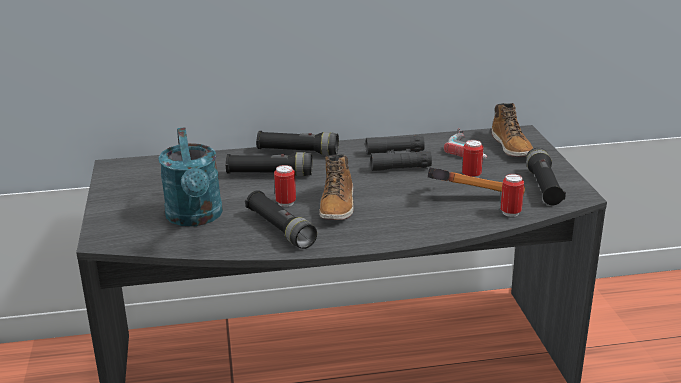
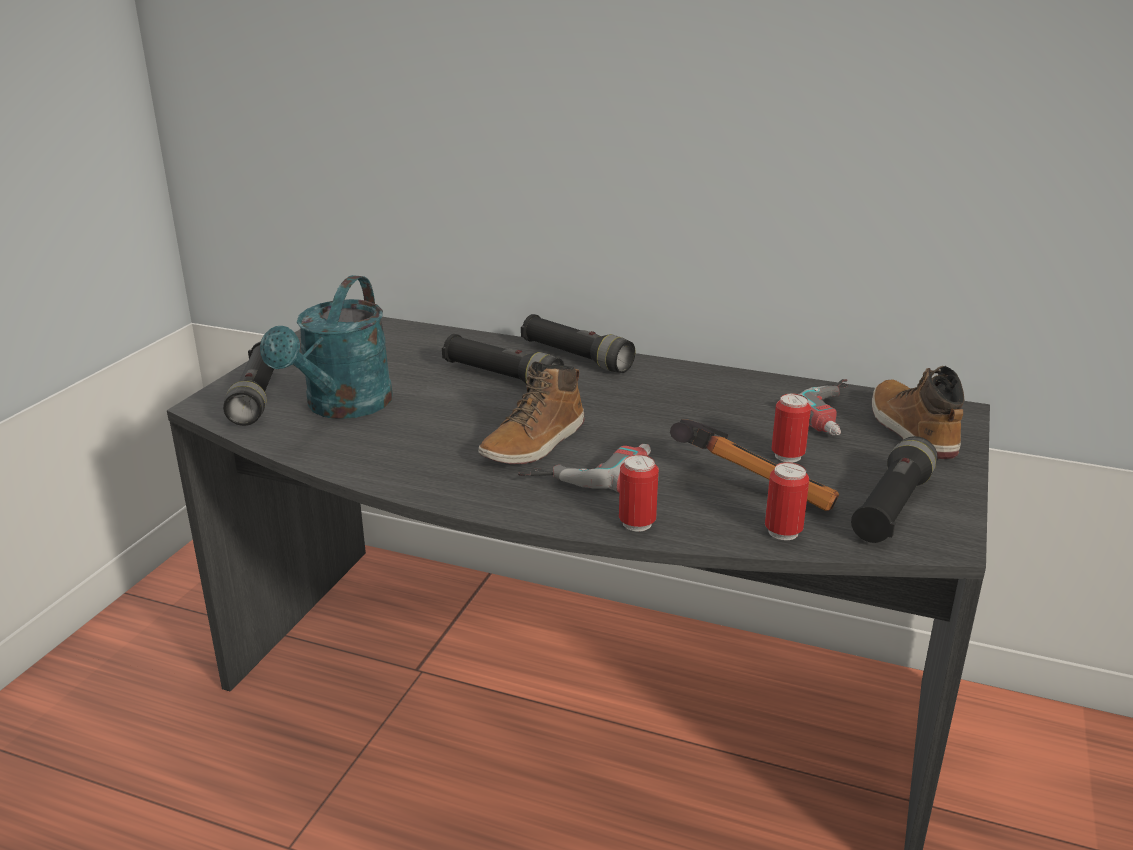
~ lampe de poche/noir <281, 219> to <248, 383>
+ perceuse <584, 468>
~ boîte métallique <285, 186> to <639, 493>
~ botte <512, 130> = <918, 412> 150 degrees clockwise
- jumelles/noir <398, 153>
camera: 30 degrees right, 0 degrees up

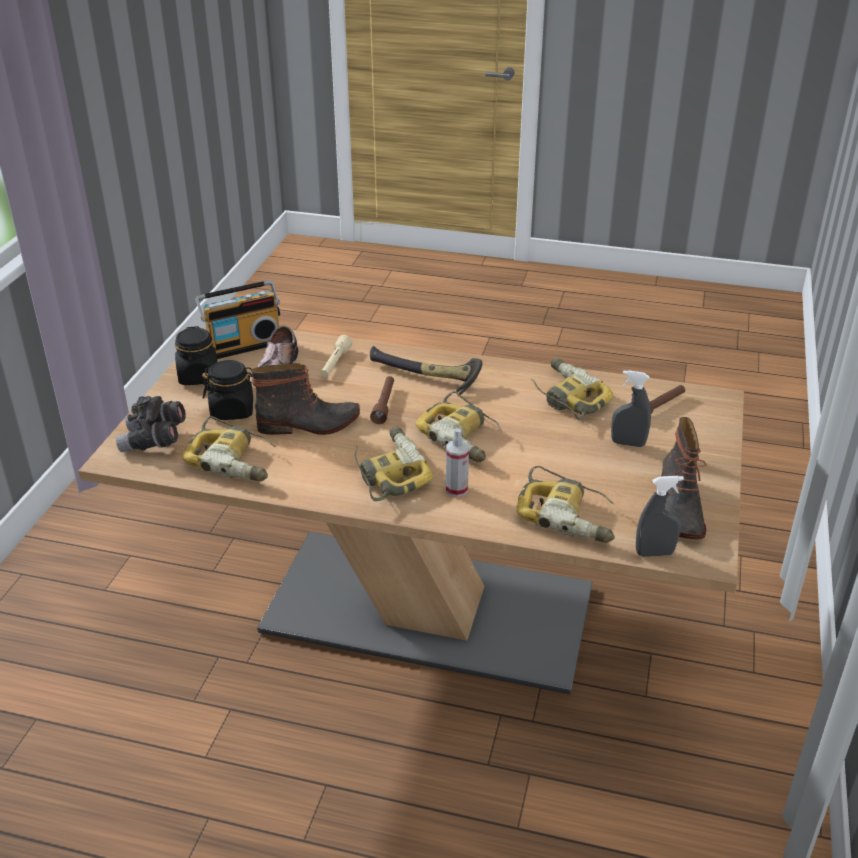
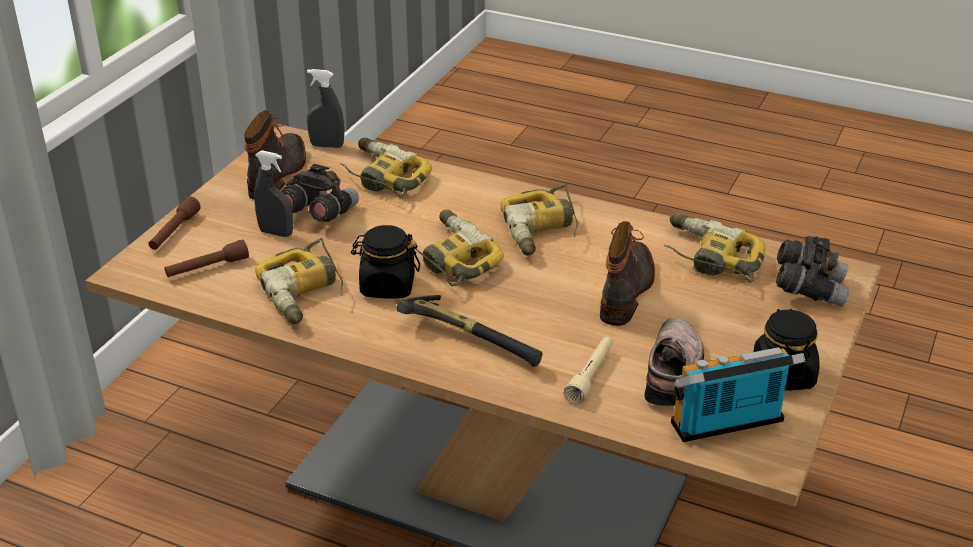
~ lampe de poche/marron <382, 400> to <174, 223>
+ jumelles/gris <320, 193>
~ bocal/noir <227, 390> to <385, 262>
~ botte <305, 399> = <627, 273> 105 degrees clockwise
- vaporisateur <457, 462>
camera: 170 degrees left, 0 degrees up

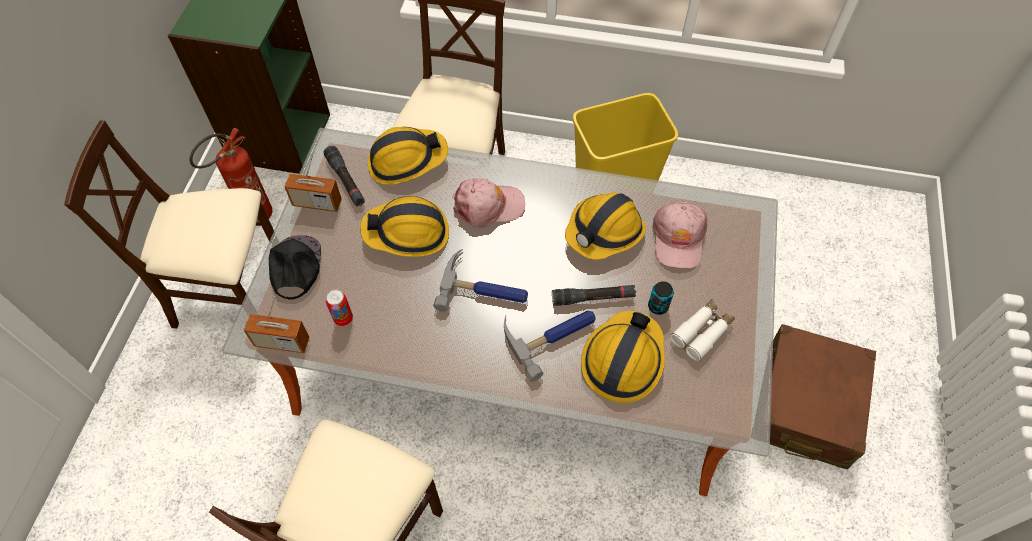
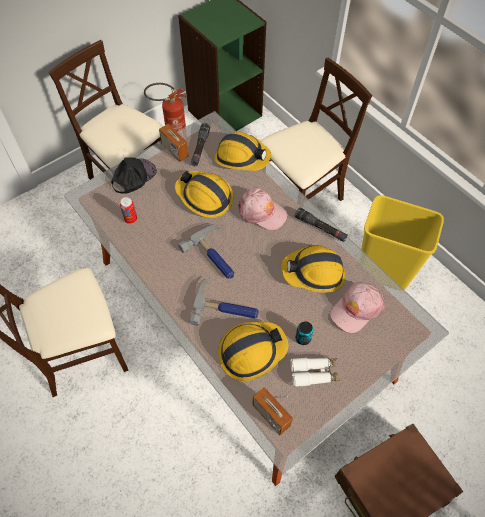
~ radio <276, 324> to <272, 411>
~ lampe de poche/noir <594, 295> to <321, 224>
camera: 40 degrees right, 0 degrees up

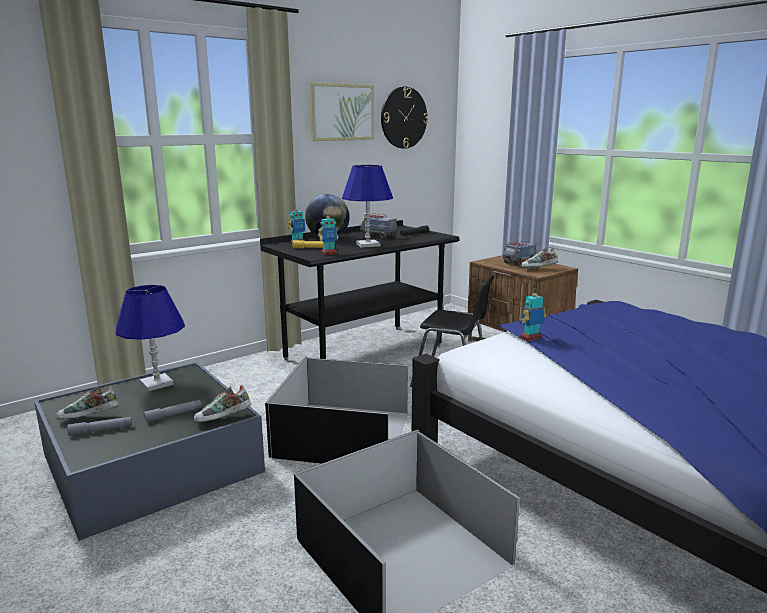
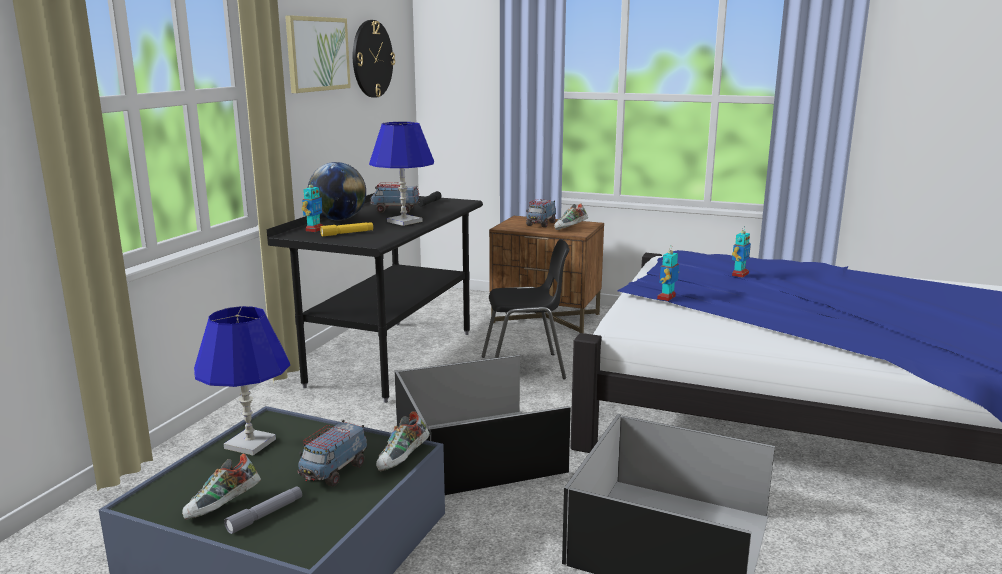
~ lampe de poche/gris <172, 411> to camion jouet <333, 453>
~ robot jouet <328, 233> to <741, 252>
camera: 30 degrees left, 0 degrees up

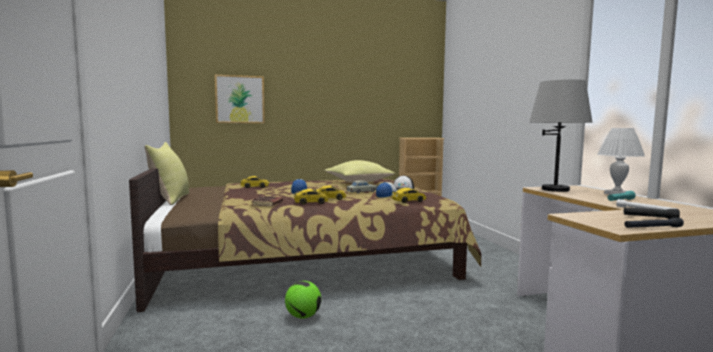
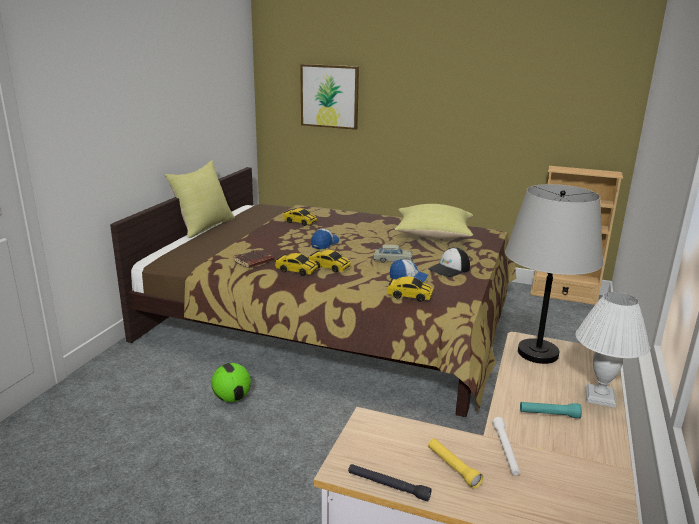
~ lampe de poche/noir <652, 213> to lampe de poche/jaune <455, 463>
camera: 35 degrees right, 15 degrees up

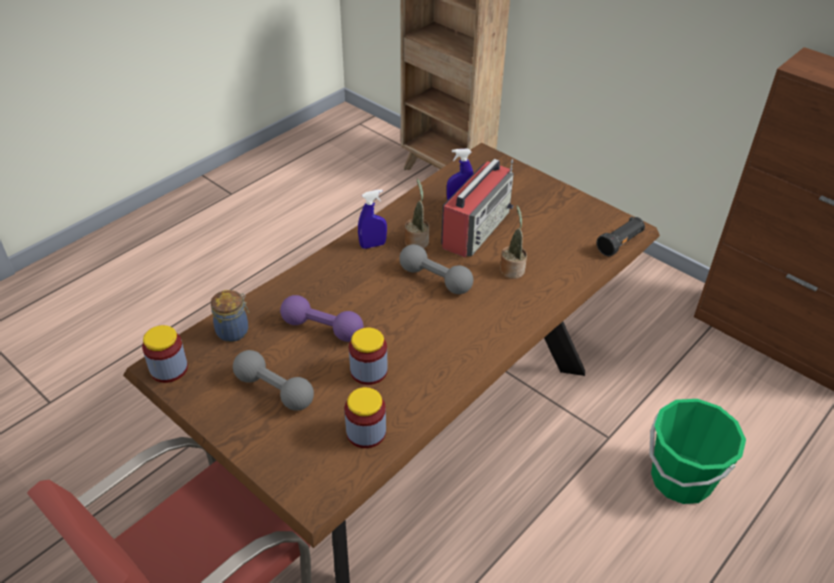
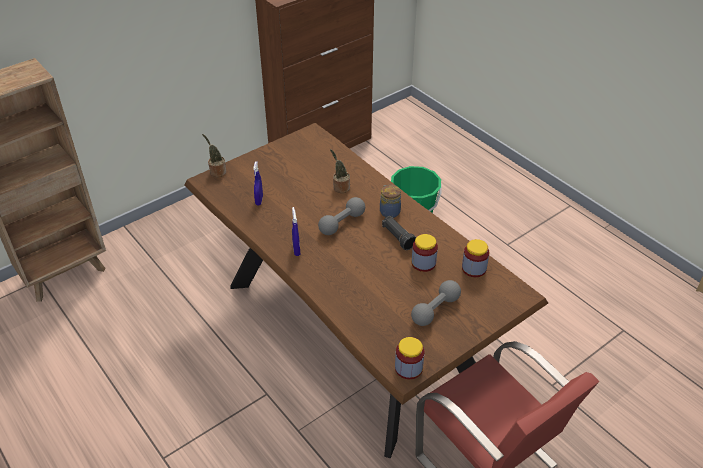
~ plante en pot <417, 213> to <214, 155>
~ bocal <230, 316> to <390, 201>
~ lampe de poche/noir <621, 236> to <399, 233>
- haltère/violet <322, 318>
- radio <477, 208>
camera: 80 degrees left, 0 degrees up

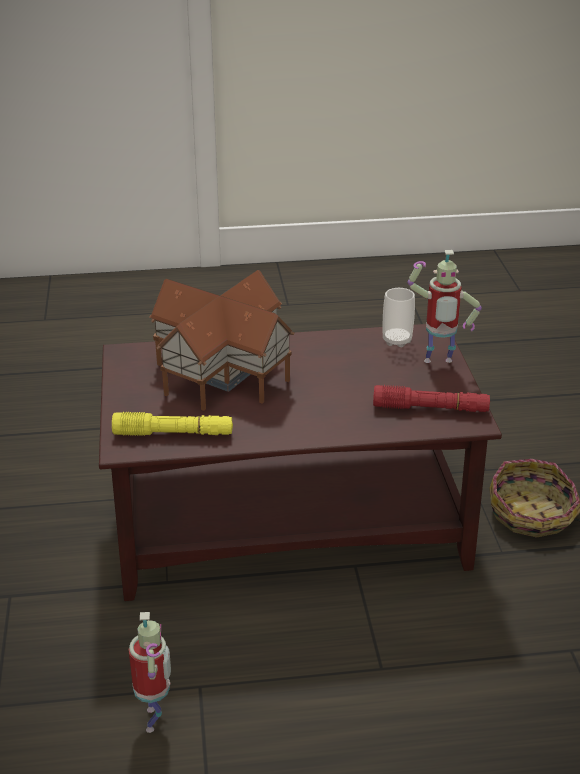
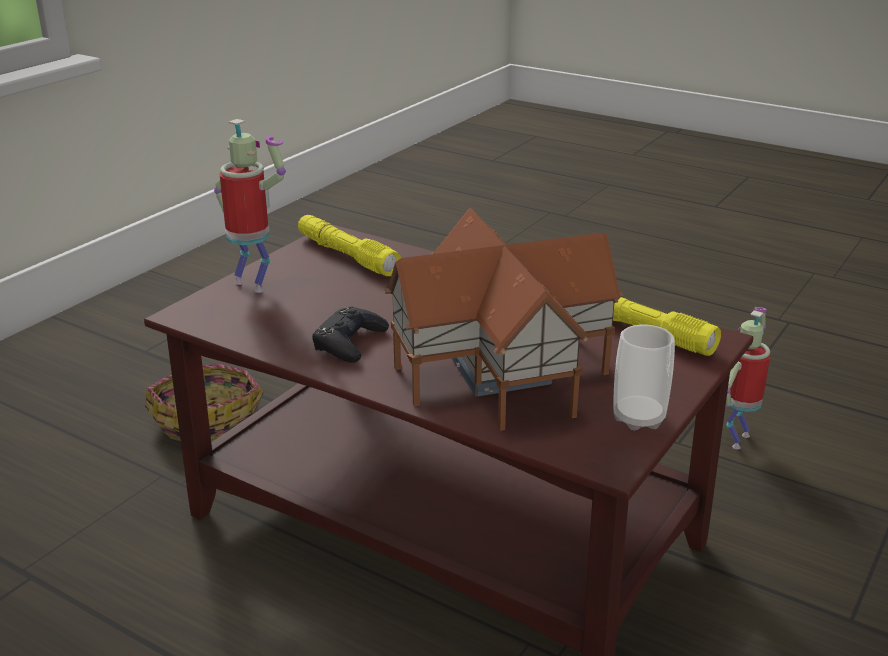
~ lampe de poche/rouge <431, 398> to lampe de poche/jaune <349, 245>
+ manette/noir <350, 334>
~ tasse <399, 317> to <644, 377>
camera: 140 degrees left, 5 degrees down

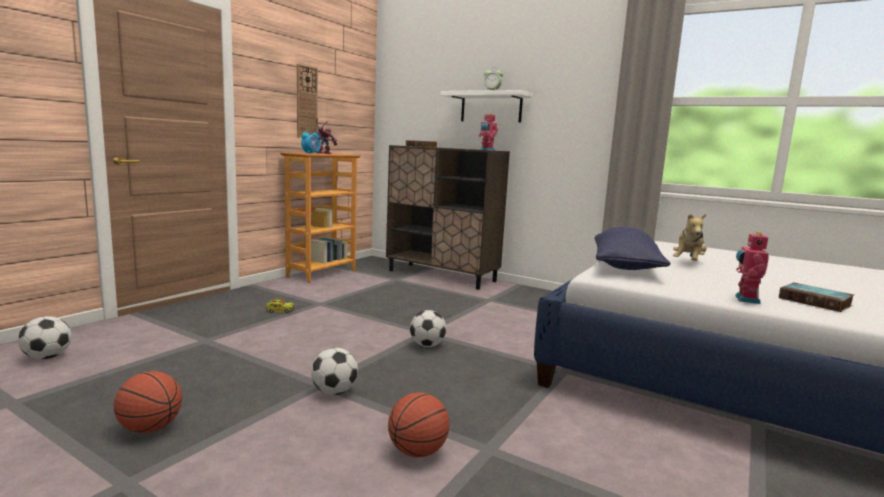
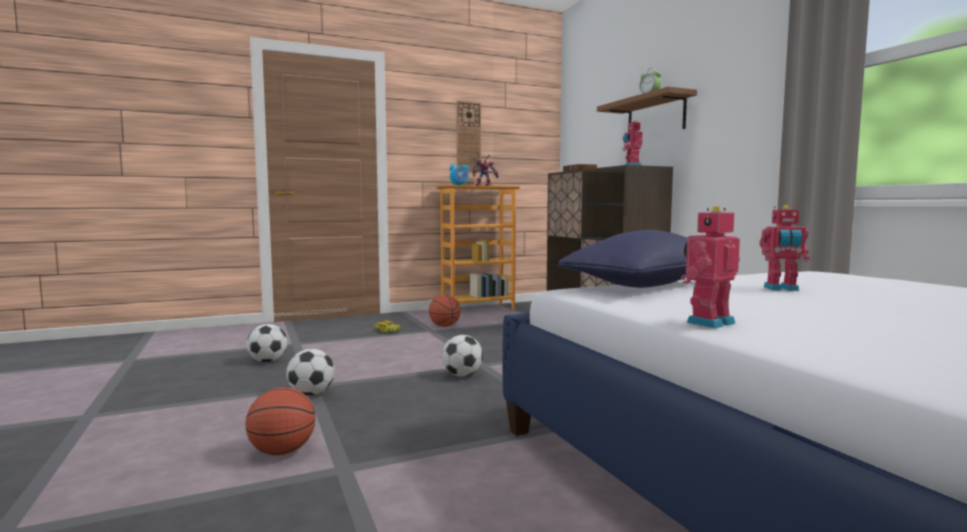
~ ballon de foot <45, 337> to <267, 343>
~ ballon de basket <148, 402> to <445, 311>
~ étagère/blanc <486, 106> to étagère/marron <647, 109>
~ peluche <690, 237> to robot jouet <784, 248>
- livre <816, 297>
camera: 35 degrees right, 5 degrees down

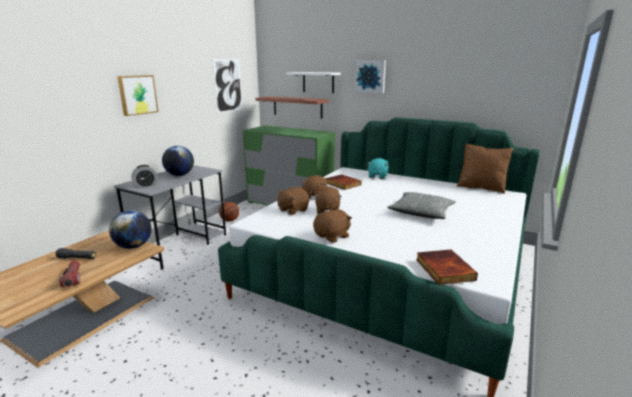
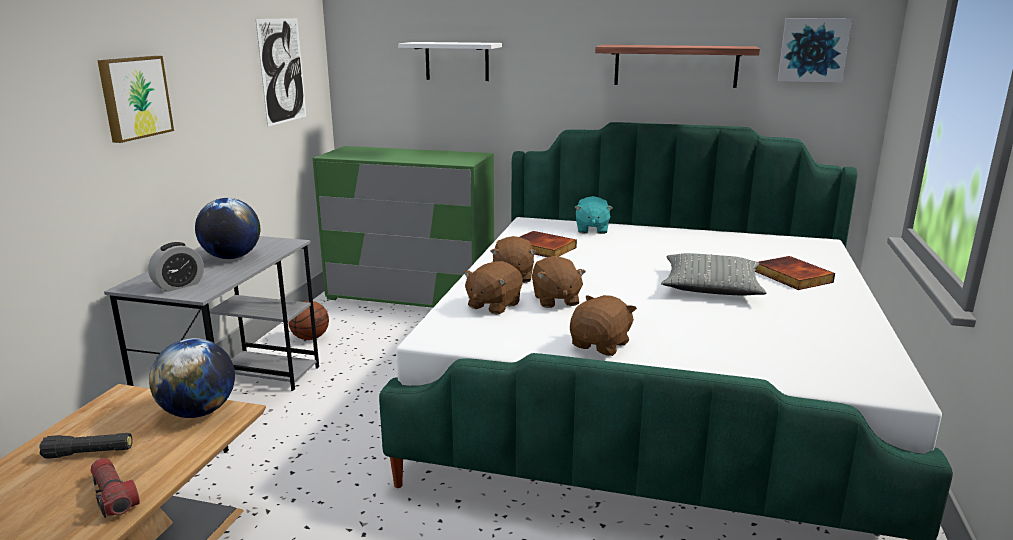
~ étagère <292, 107> to <677, 66>
~ livre <447, 267> to <795, 273>
~ tableau <370, 76> to <815, 50>
- coussin/marron <485, 168>
camera: 15 degrees left, 0 degrees up

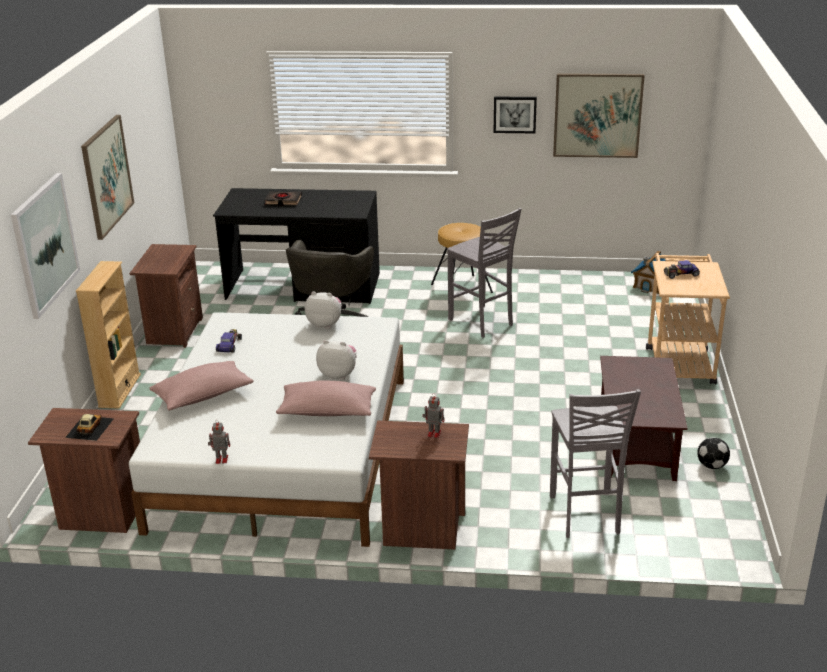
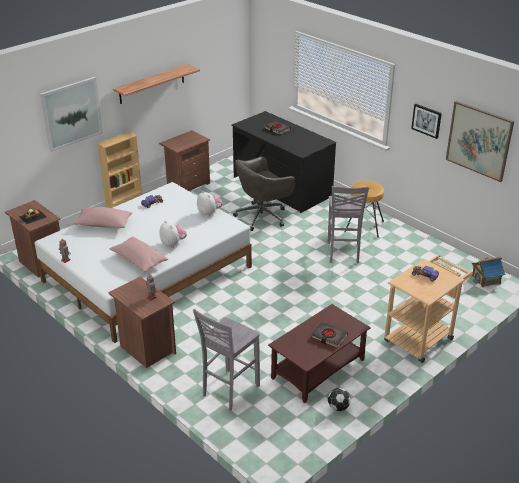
~ tableau <107, 177> to étagère <156, 84>
+ livre/noir <329, 335>
camera: 40 degrees right, 5 degrees up

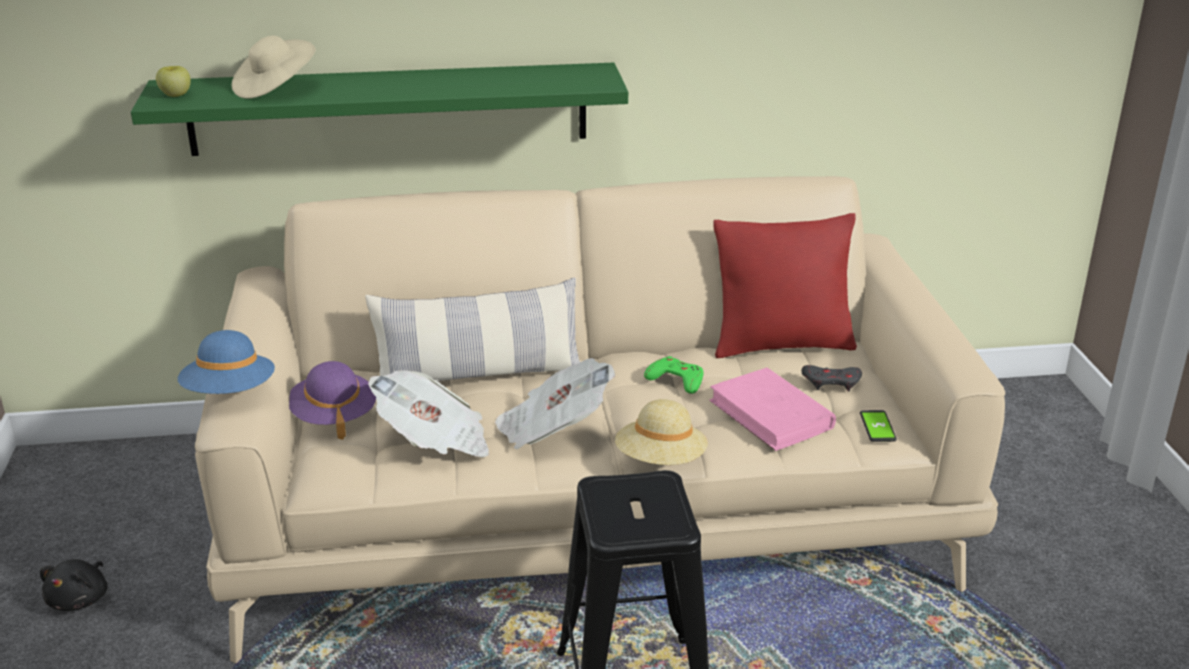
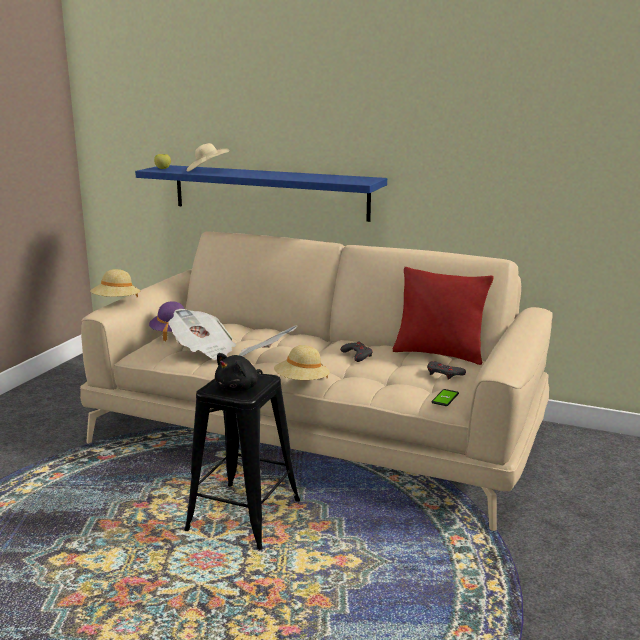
~ chapeau/bleu <226, 362> to chapeau/beige <115, 283>
~ étagère/vert <379, 109> to étagère/bleu <261, 193>
~ peluche/noir <74, 585> to <239, 372>
~ manette/vert <674, 375> to manette/gris <356, 352>
- coussin <472, 329>
- livre/rose <773, 409>
camera: 30 degrees right, 10 degrees down

